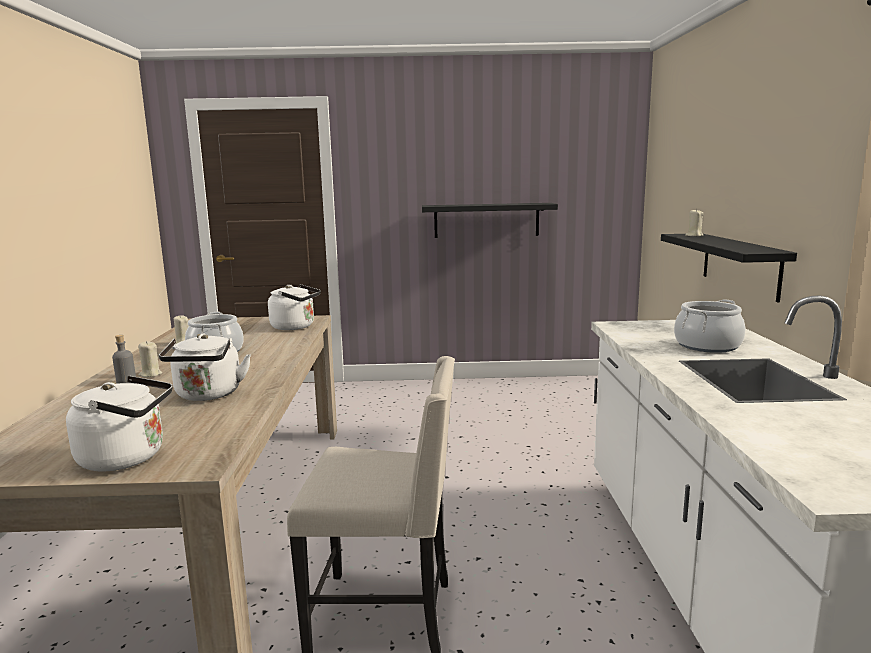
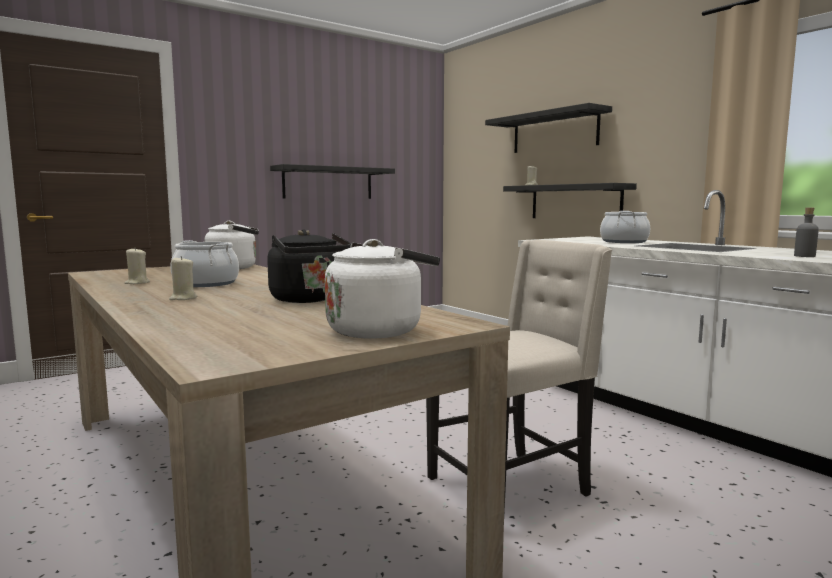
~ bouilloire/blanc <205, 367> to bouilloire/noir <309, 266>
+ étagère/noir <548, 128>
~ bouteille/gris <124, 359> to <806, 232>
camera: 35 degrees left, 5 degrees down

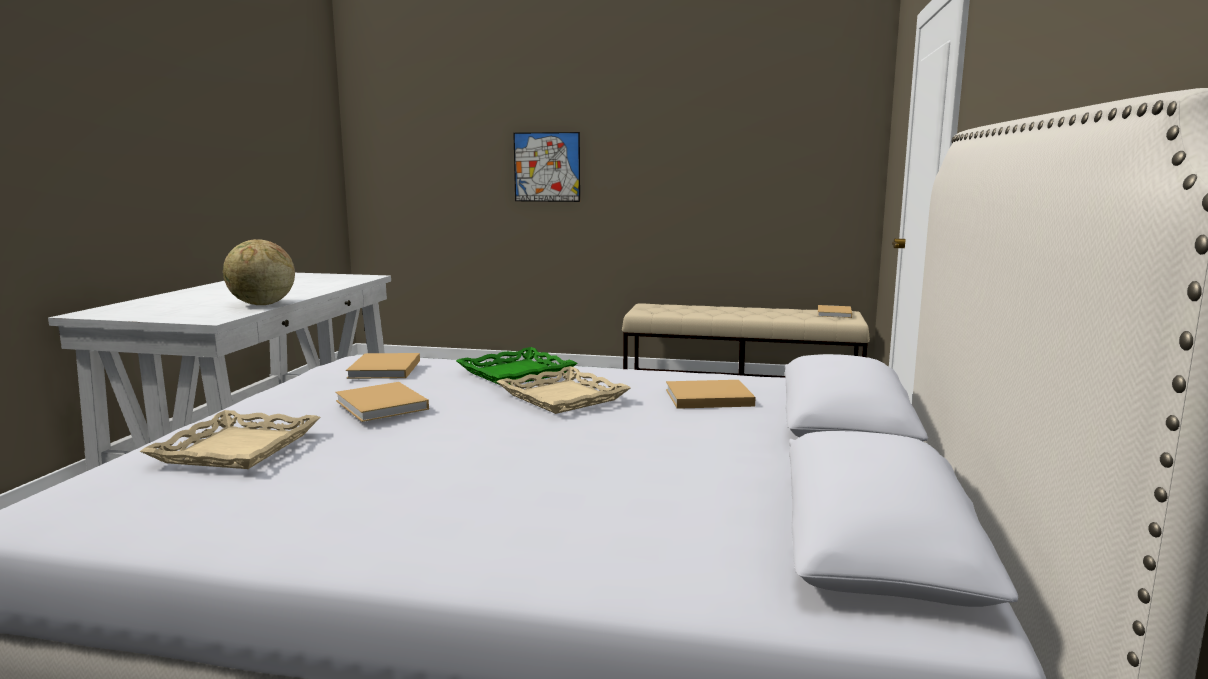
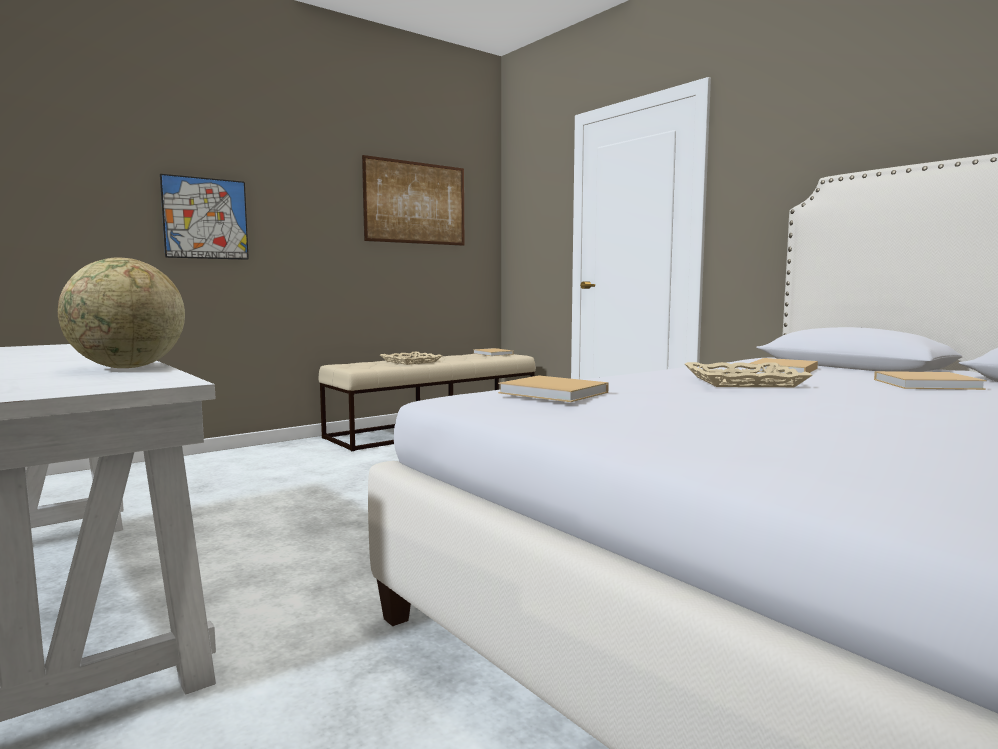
+ tableau <413, 200>
~ plateau/beige <230, 439> to <411, 358>
~ livre/beige <382, 402> to <930, 380>
- plateau/vert <516, 366>
camera: 50 degrees left, 5 degrees down

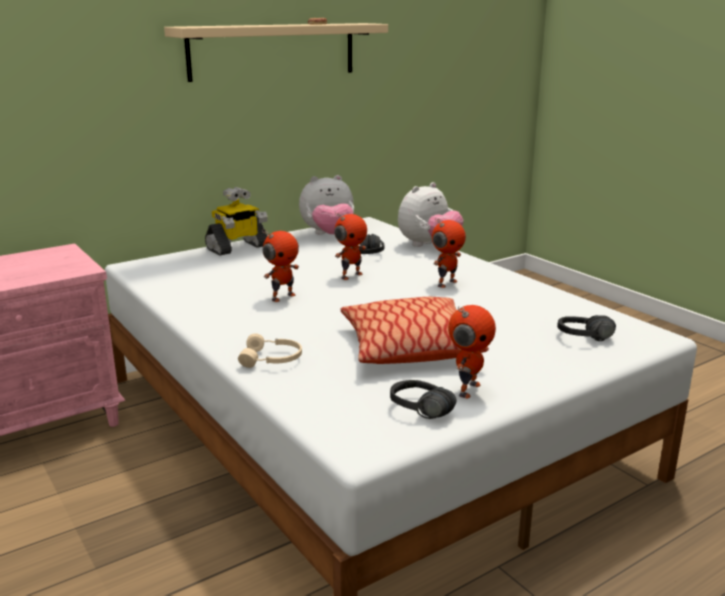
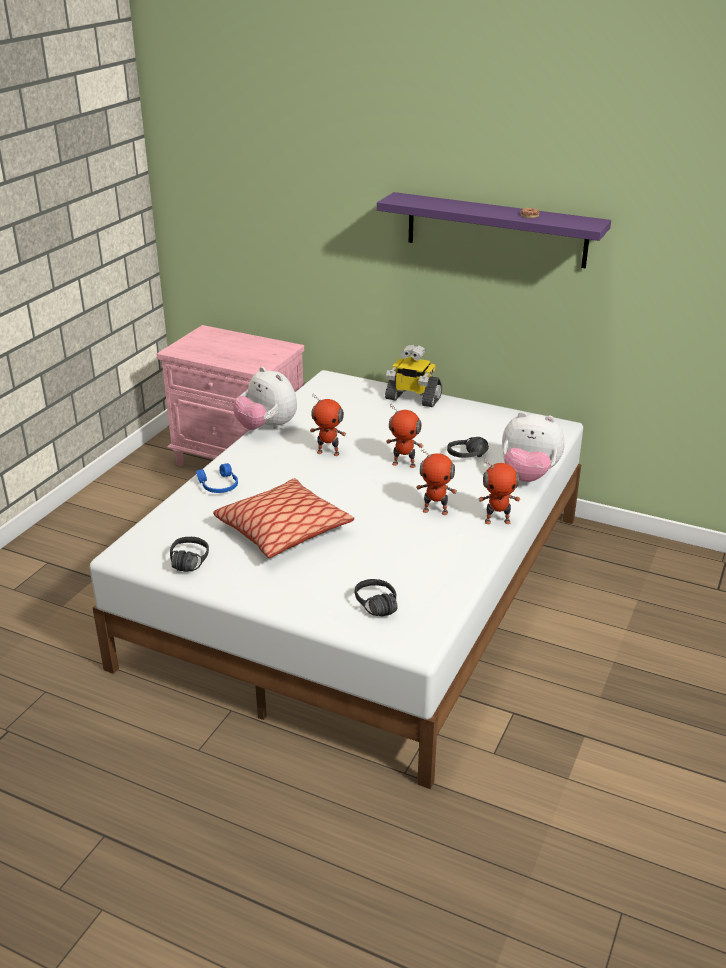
~ casque audio/beige <270, 350> to casque audio/bleu <217, 478>
~ peluche <326, 204> to <265, 398>
~ étagère/beige <276, 52> to étagère/violet <494, 230>
~ robot jouet <472, 351> to <499, 491>
camera: 60 degrees right, 10 degrees up

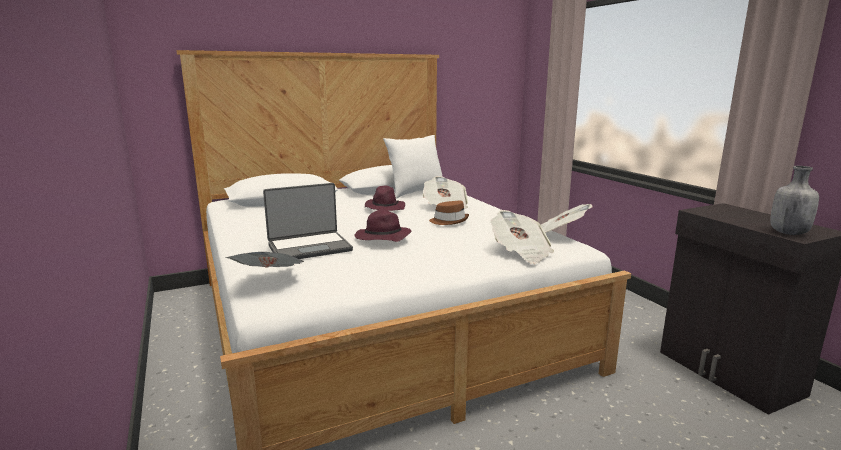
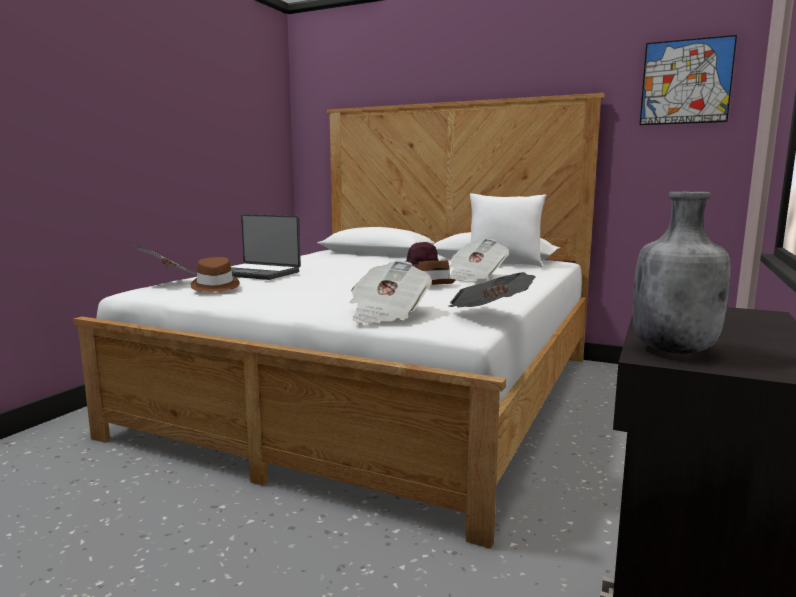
+ chapeau/marron <215, 274>
+ tableau <688, 80>
- chapeau/violet <383, 226>
camera: 50 degrees right, 5 degrees down

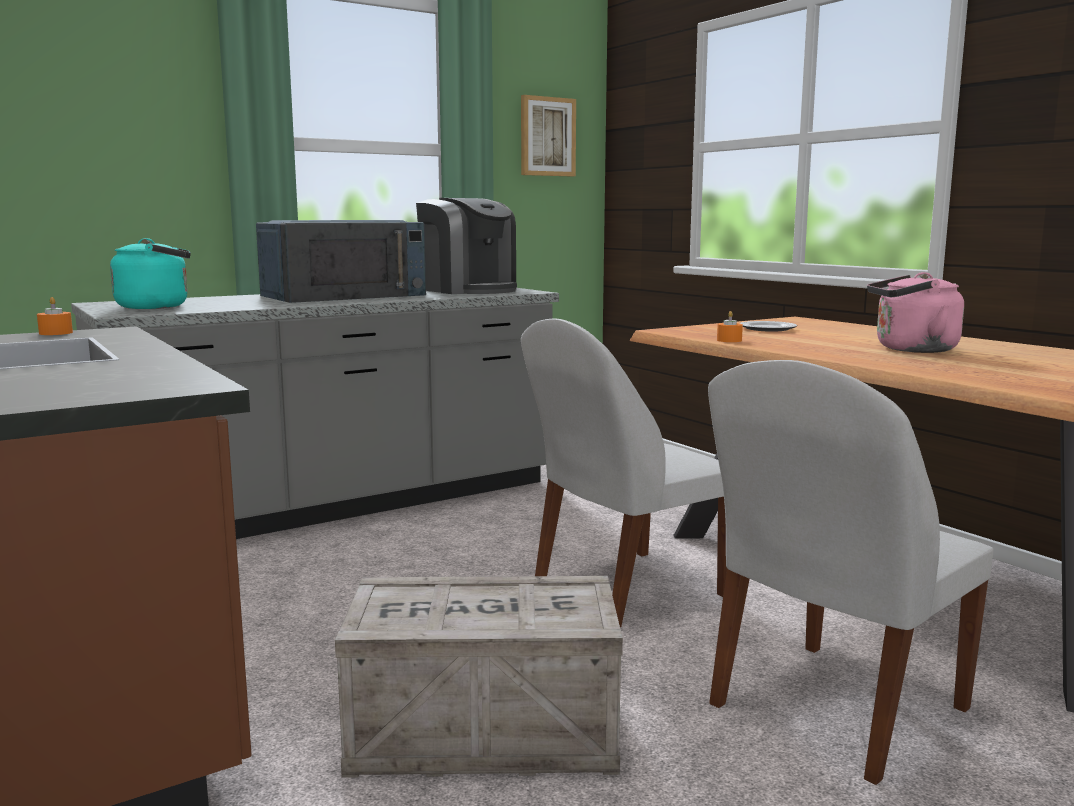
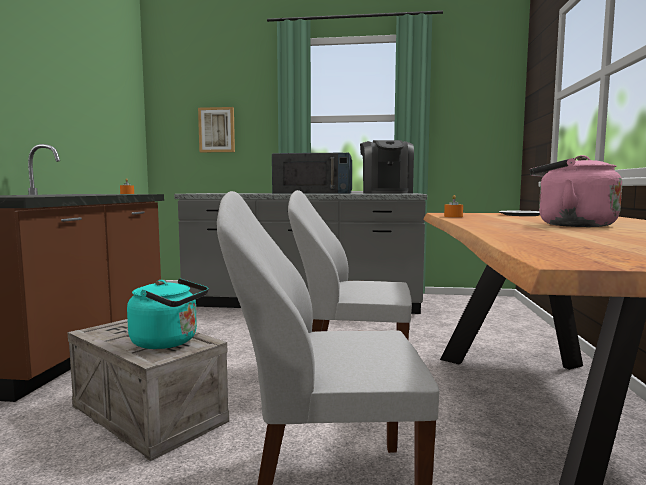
~ bouilloire/turquoise <150, 273> to <167, 313>
~ tableau <548, 135> to <216, 129>
camera: 40 degrees right, 5 degrees down

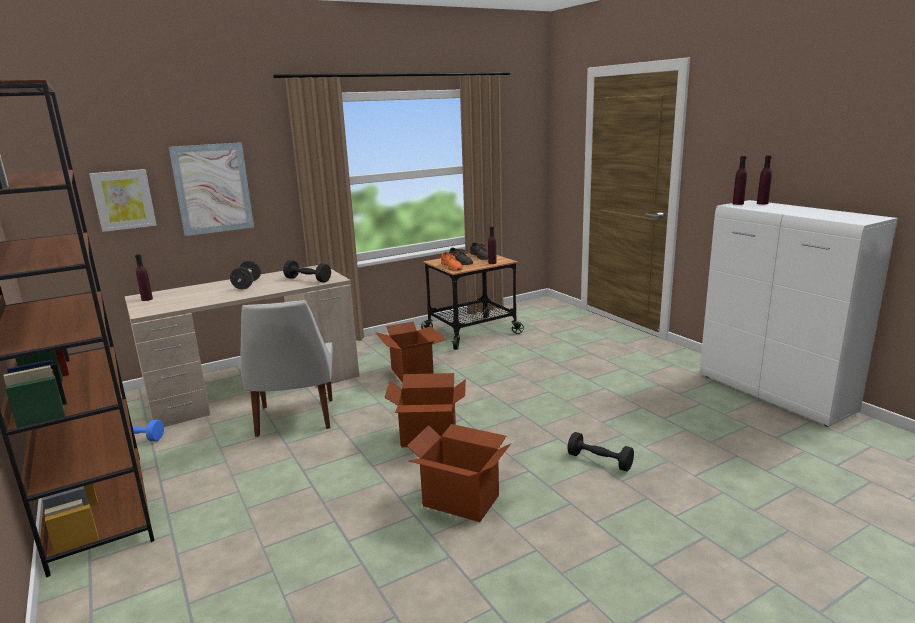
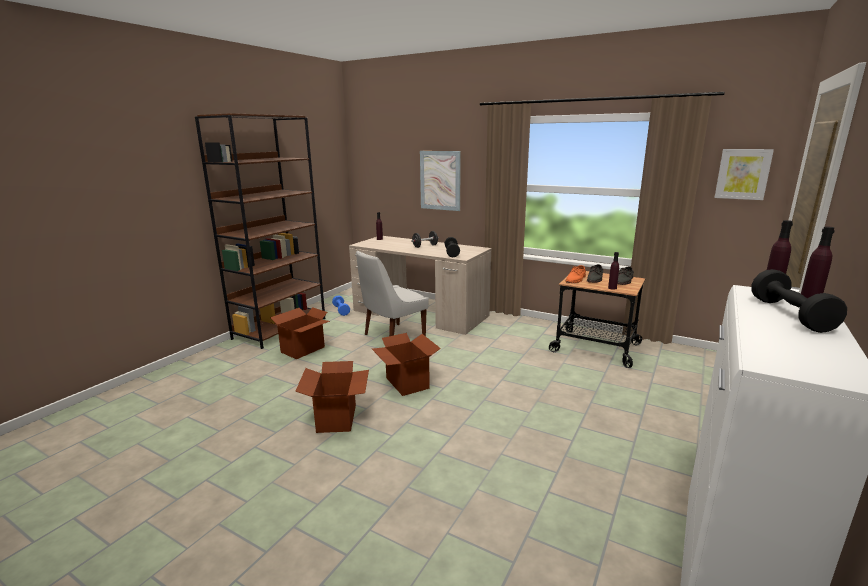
~ carton <410, 352> to <300, 333>
~ tableau <123, 200> to <744, 174>
~ haltère/noir <601, 452> to <799, 301>
camera: 60 degrees right, 0 degrees up

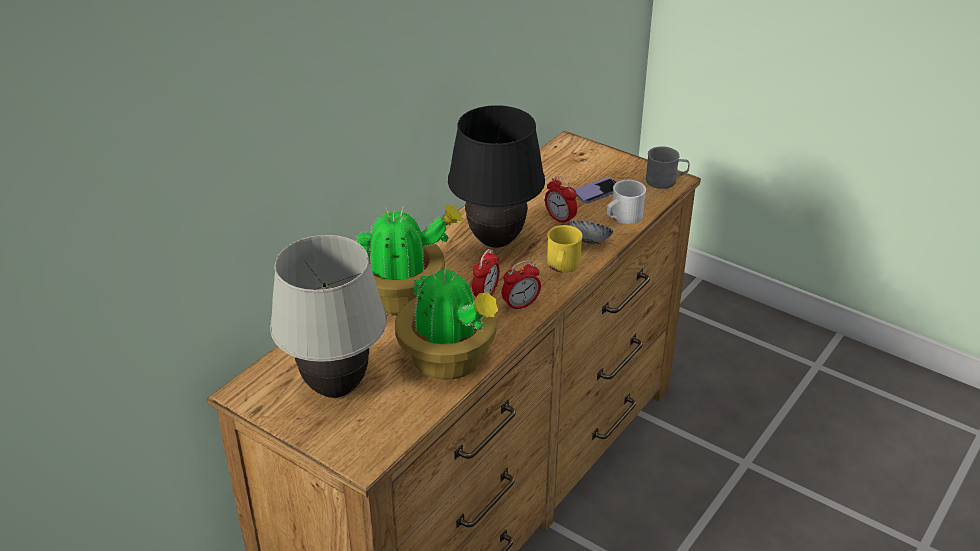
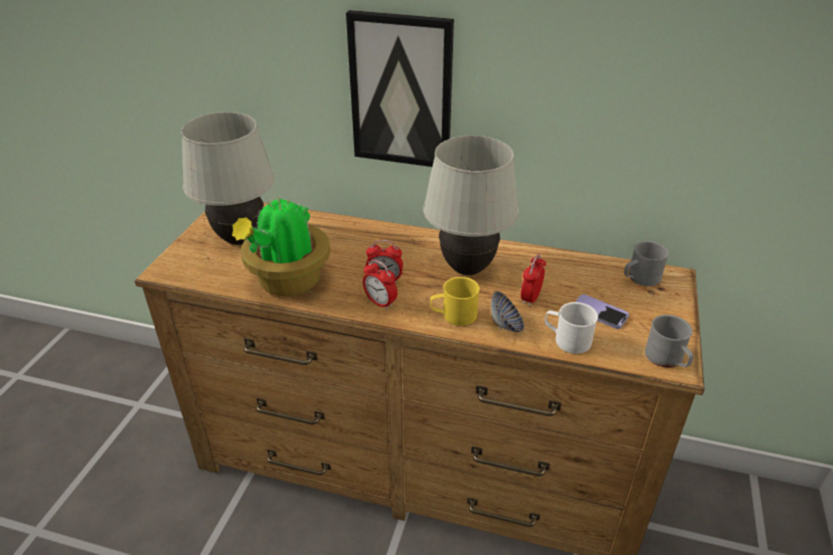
+ tableau <400, 88>
~ lampe de table/noir <496, 176> to lampe de table/blanc <471, 205>
+ mug/gris <646, 263>
- plante en pot <409, 259>
camera: 70 degrees right, 0 degrees up

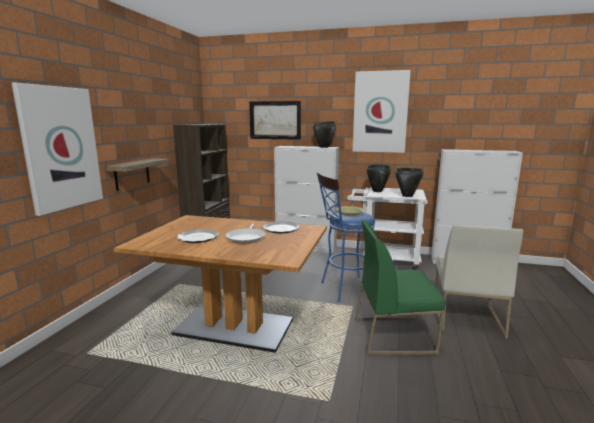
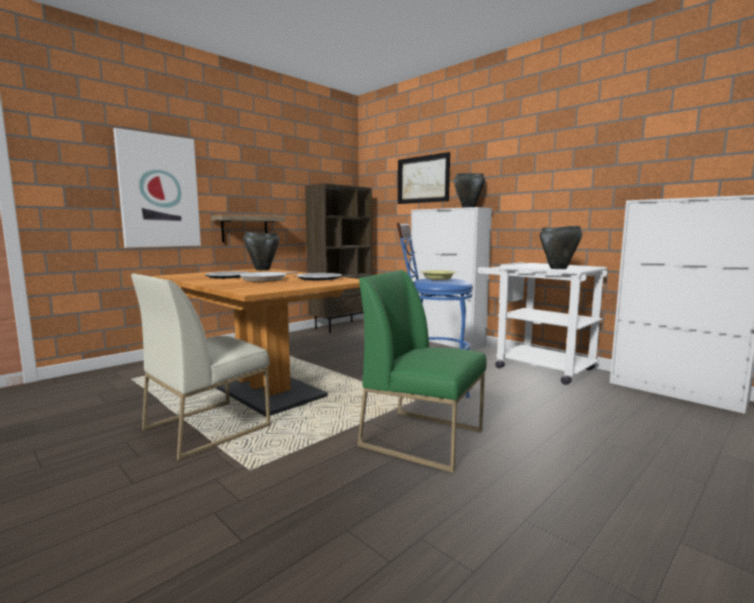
~ chaise/blanc <479, 282> to <200, 367>
~ marmite/noir <379, 178> to <261, 251>
- tableau <382, 111>
camera: 30 degrees right, 5 degrees down

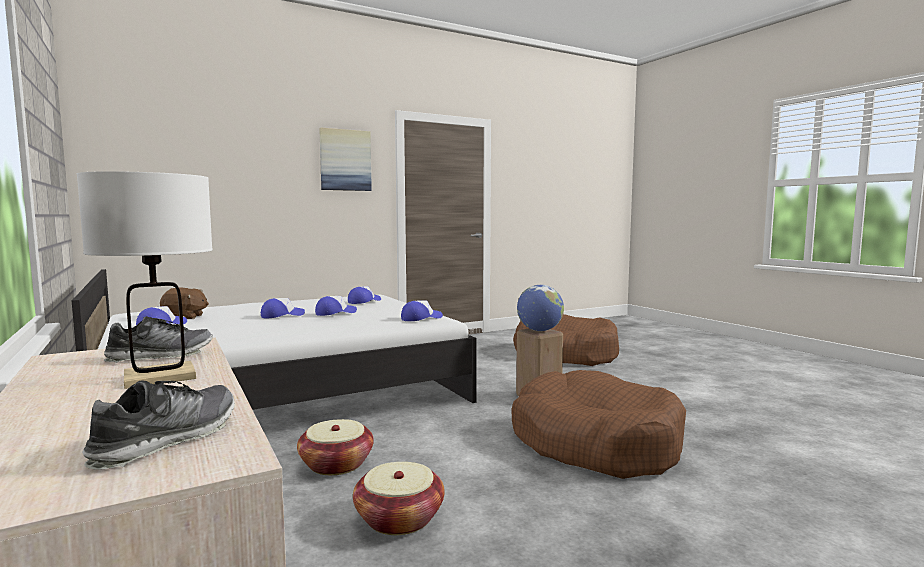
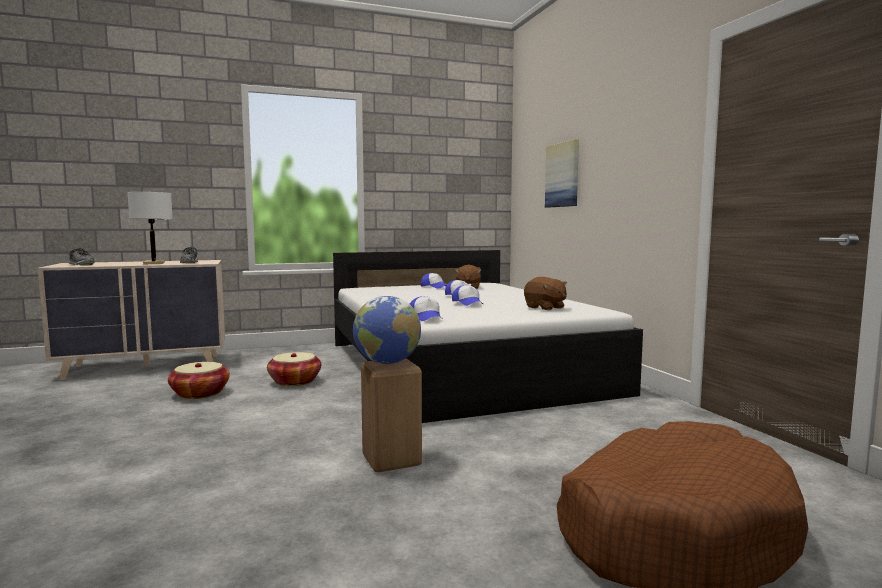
~ casquette <364, 295> to peluche/marron <545, 293>
~ tableau <345, 159> to <562, 173>
- panier pour chien/marron <598, 424>
camera: 100 degrees right, 0 degrees up

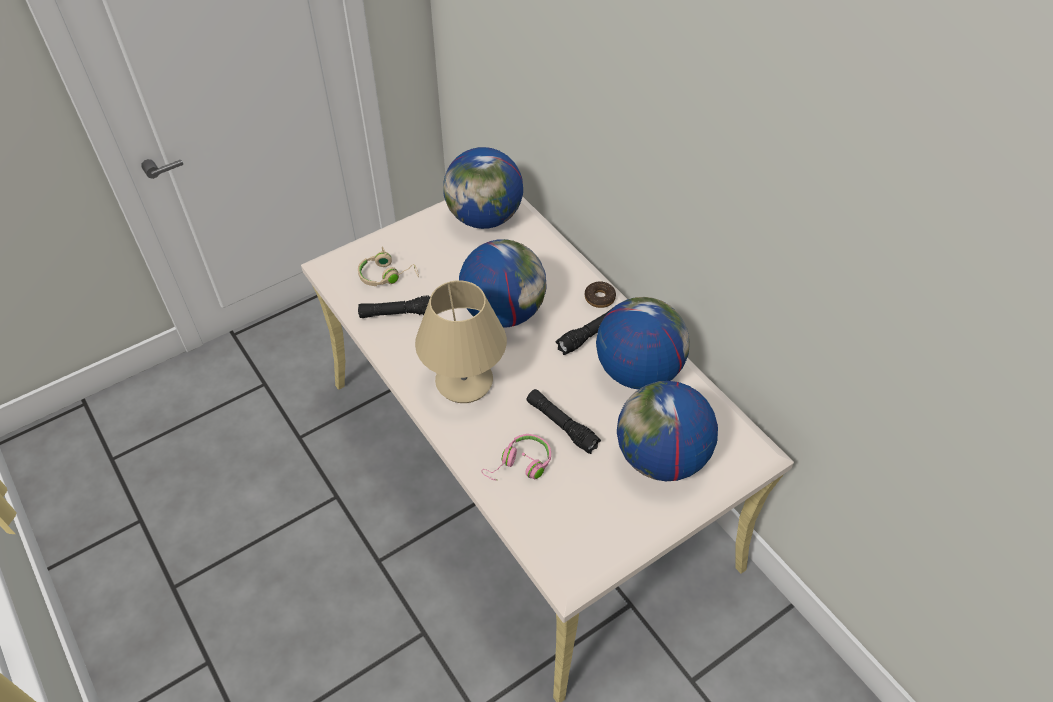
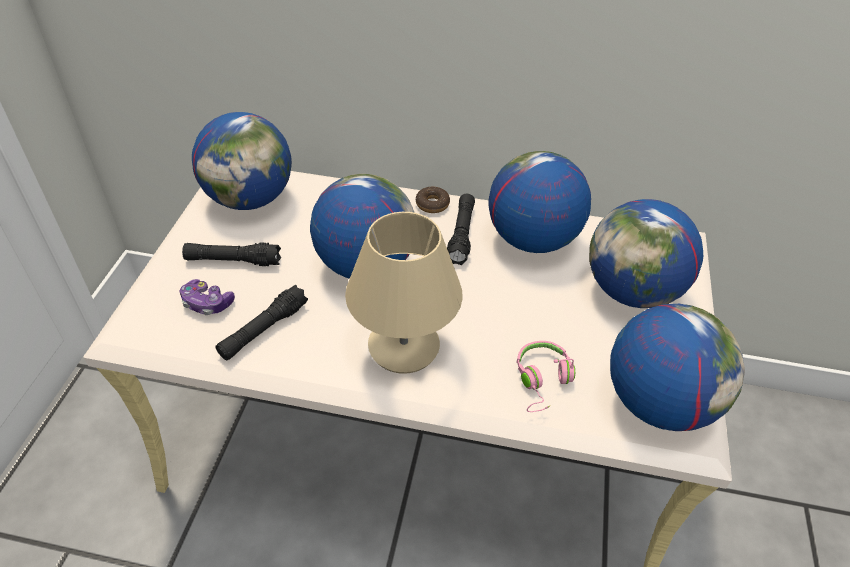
~ casque audio/beige <388, 266> to manette <207, 297>
~ lampe de poche/noir <563, 421> to <231, 254>
+ globe <677, 367>
camera: 45 degrees left, 5 degrees down

